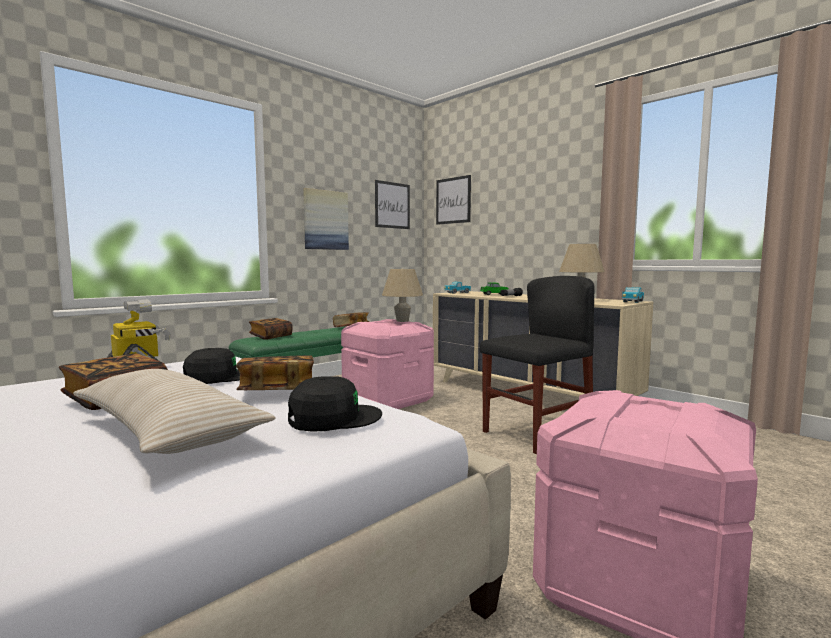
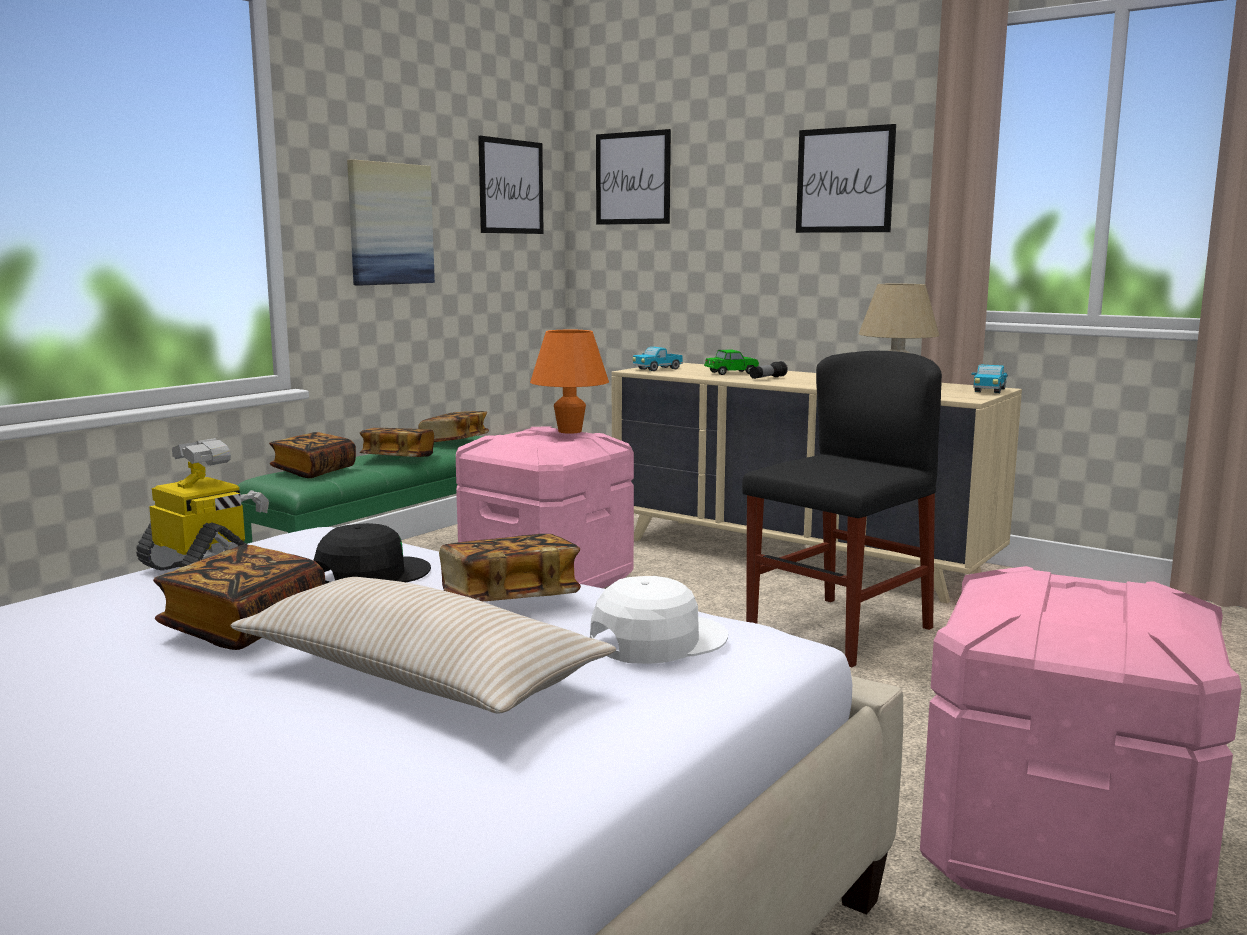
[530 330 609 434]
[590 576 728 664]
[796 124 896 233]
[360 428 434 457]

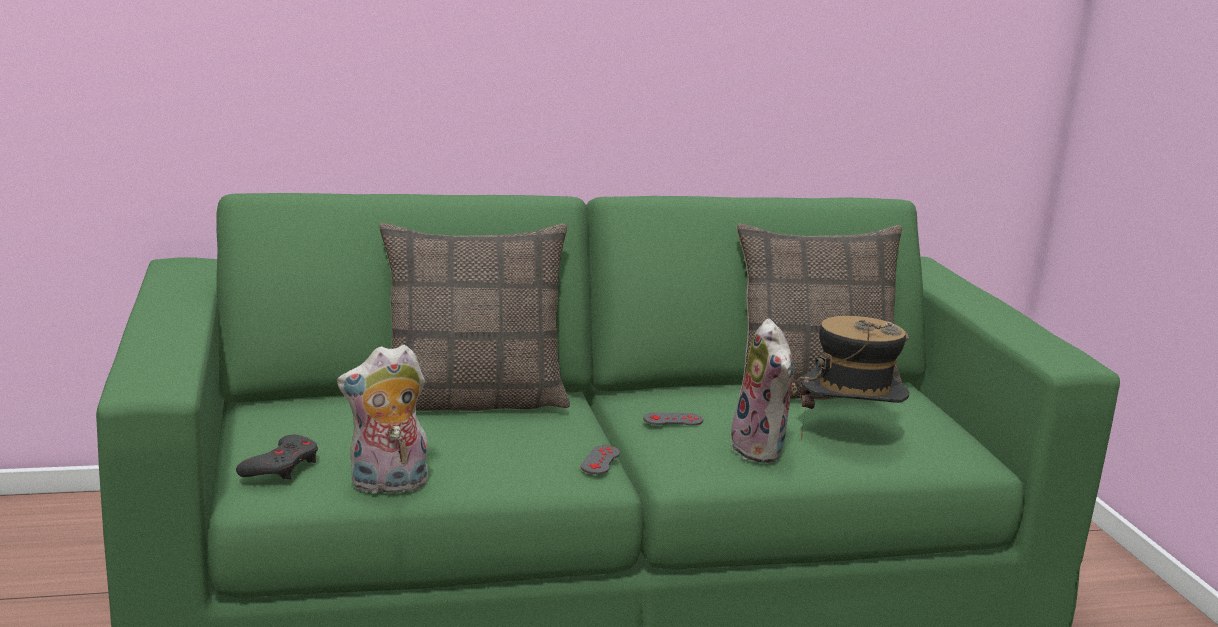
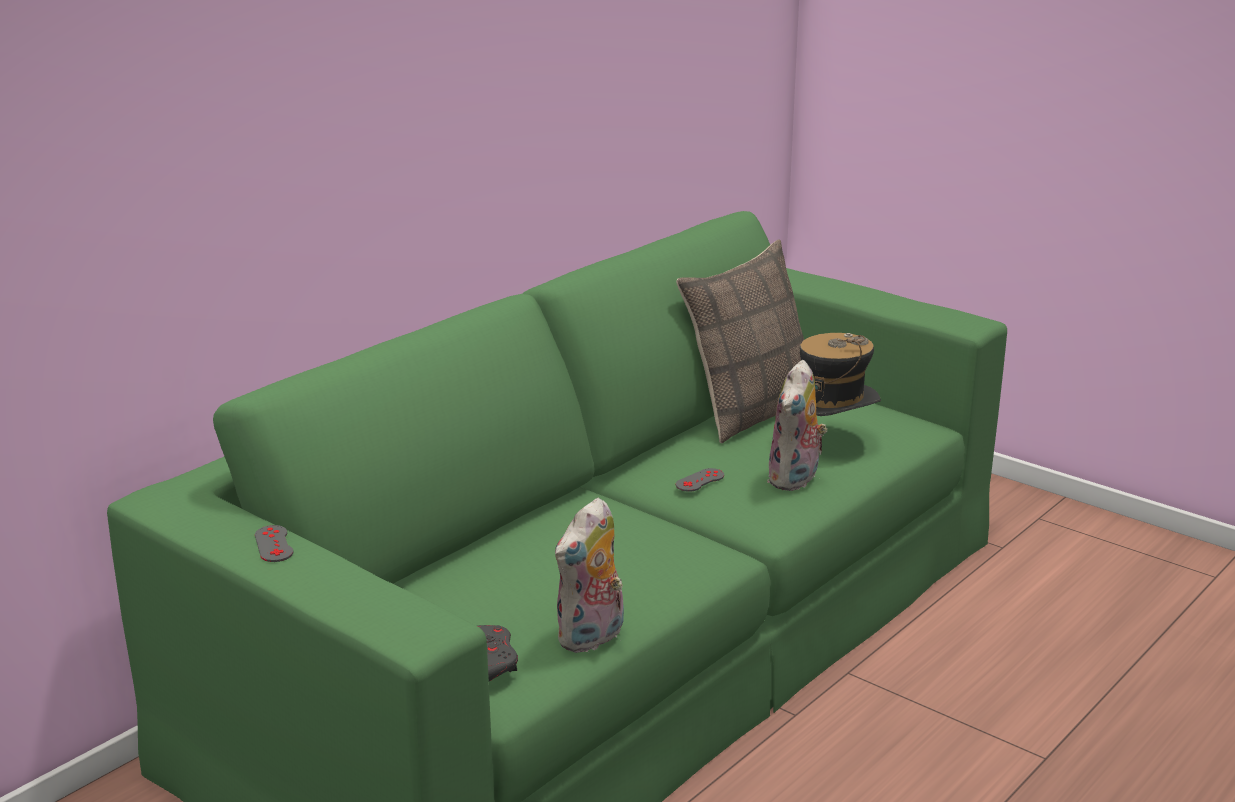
[379 223 570 411] (first image)
[767 360 827 491]
[255 525 293 562]

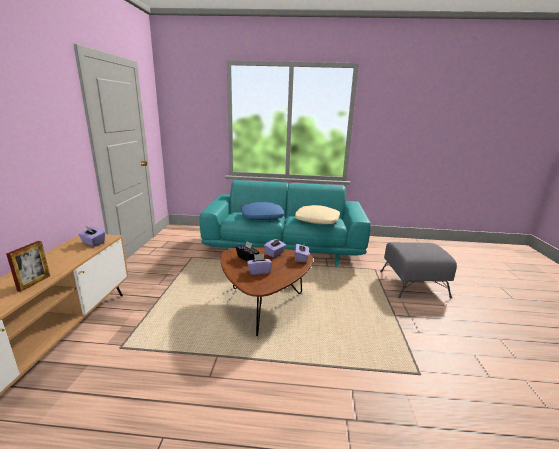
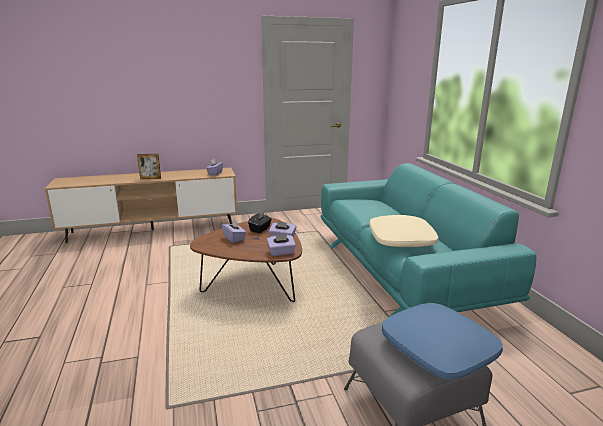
[382 303 503 380]

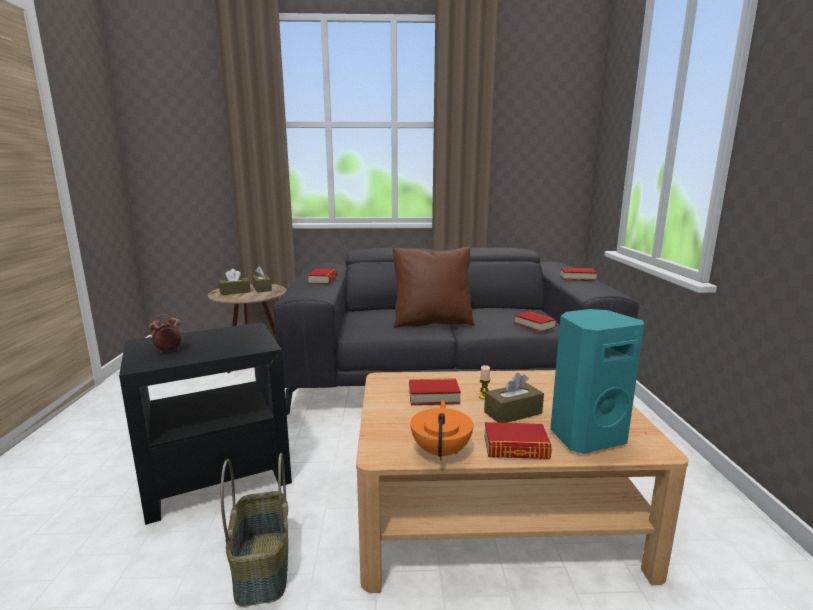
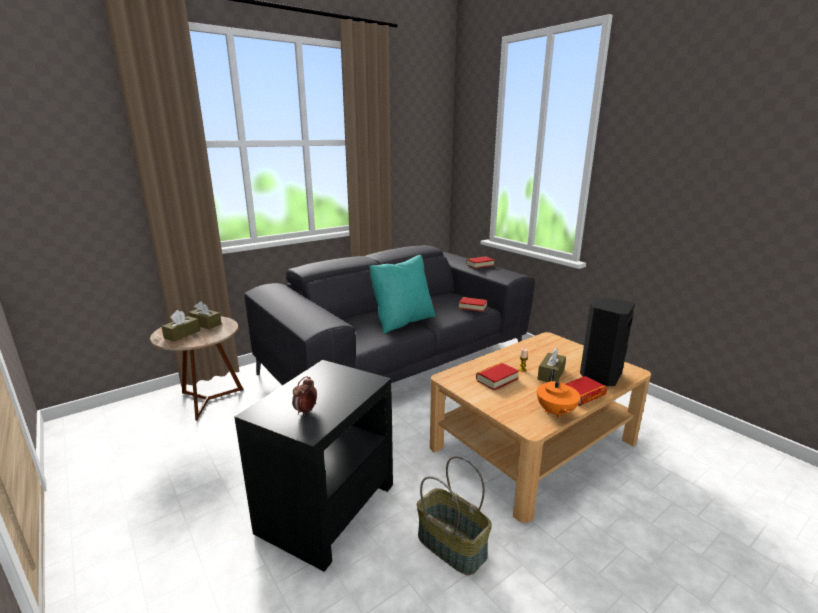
[369 255 436 334]
[307 269 337 284] (first image)
[580 298 635 386]
[537 369 580 419]

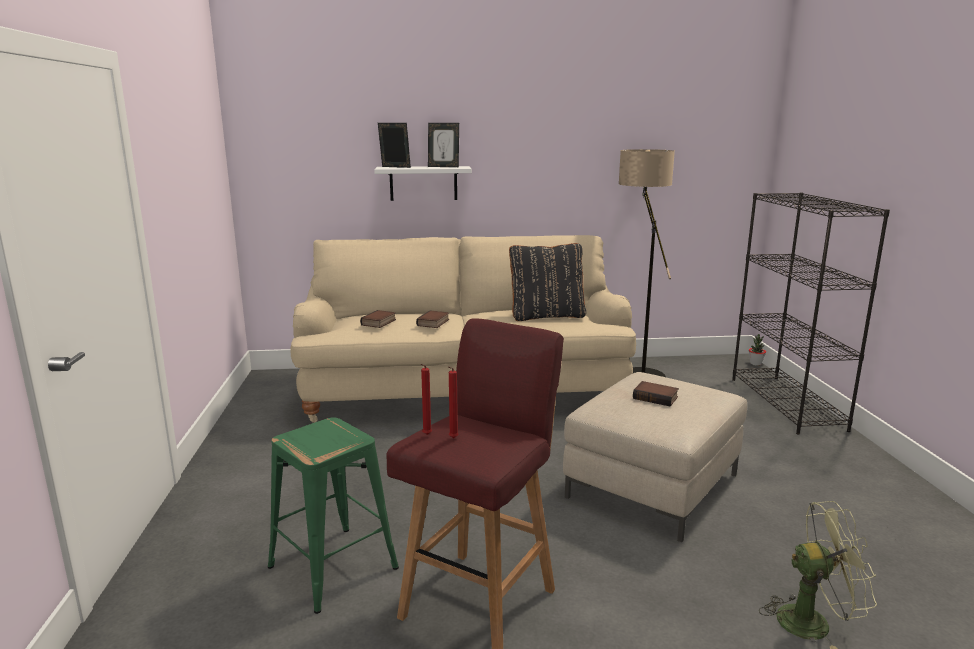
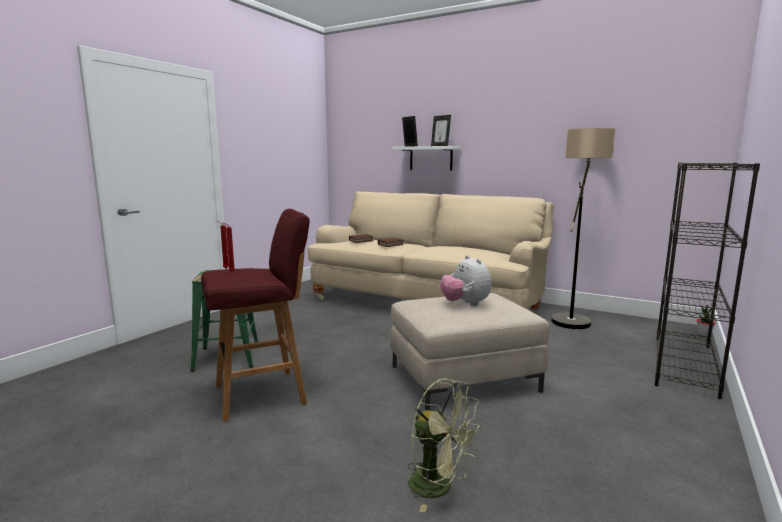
[509 243 586 321] (first image)
[440 255 491 306]

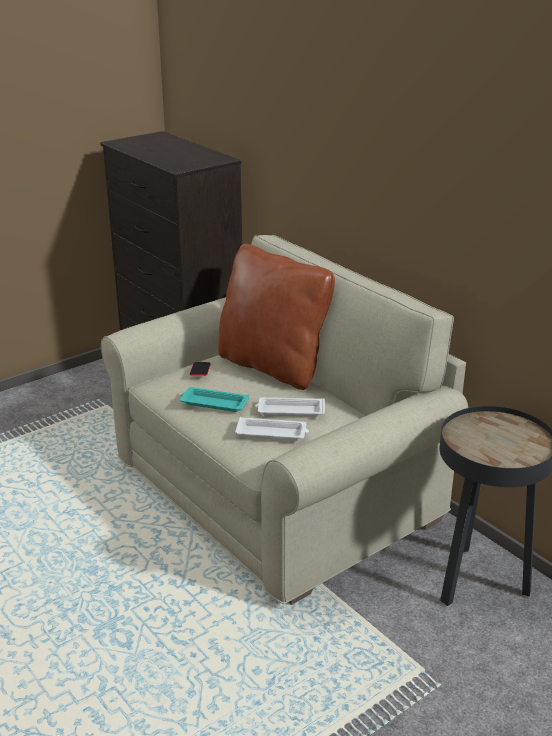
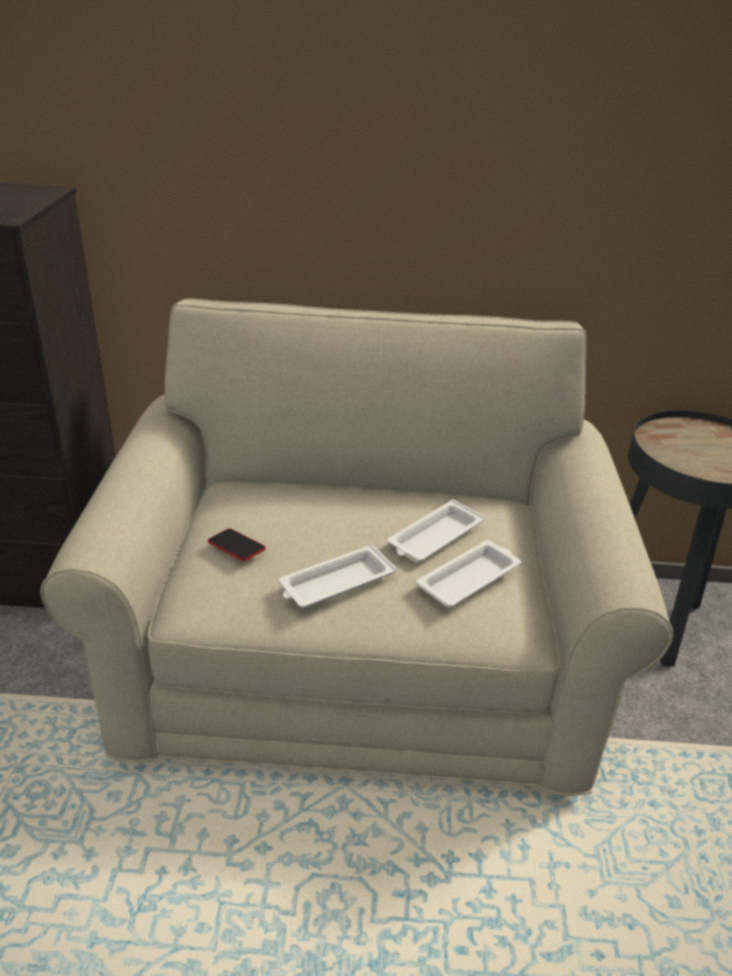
[218 244 335 390] (first image)
[279 544 396 608]

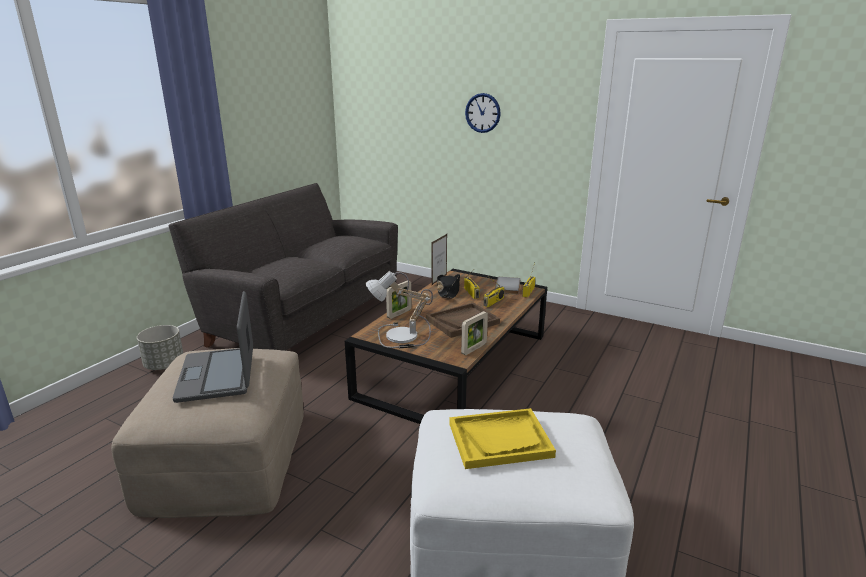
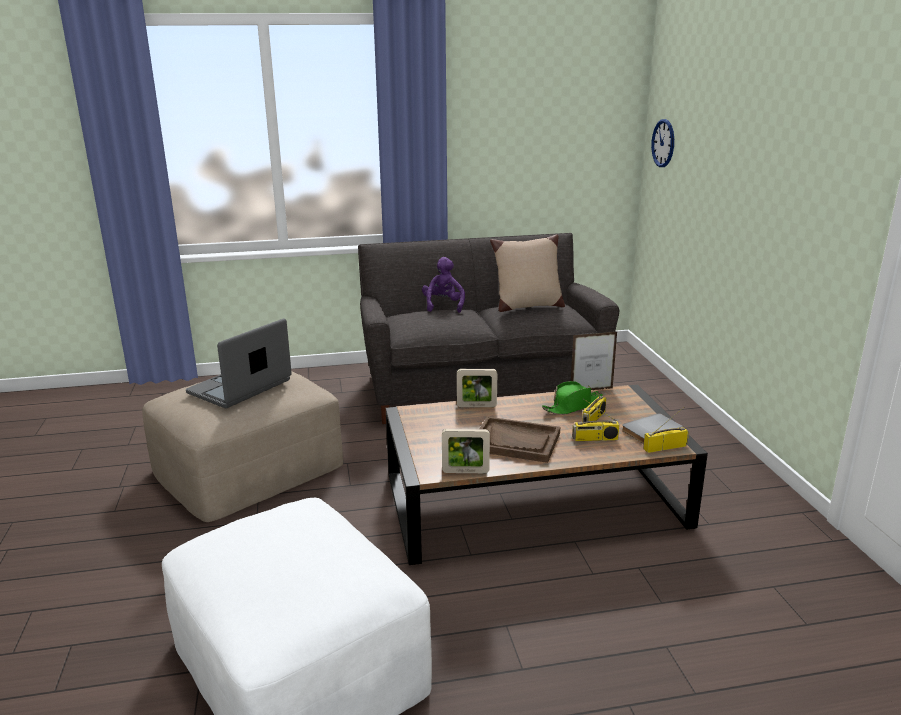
[651 119 674 167]
[365 271 433 348] (first image)
[542 381 603 415]
[137 325 183 370] (first image)
[449 408 556 469] (first image)
[490 234 565 312]
[422 257 465 313]

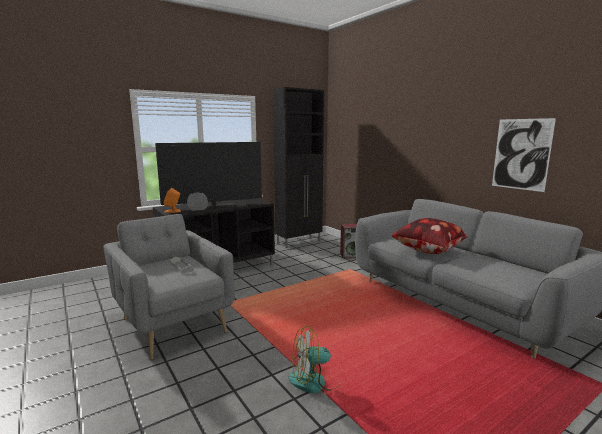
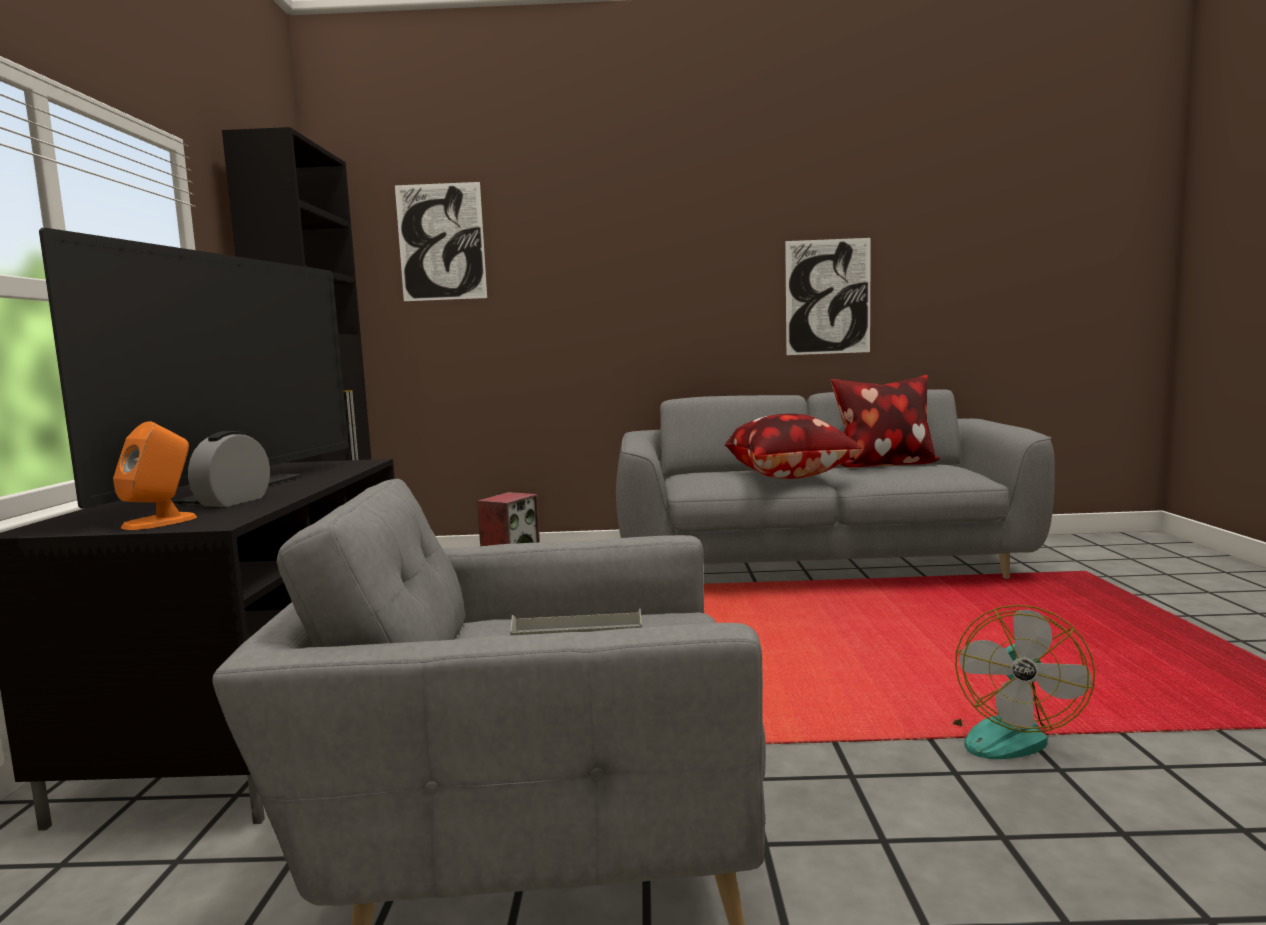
[395 182 487 301]
[830 375 940 468]

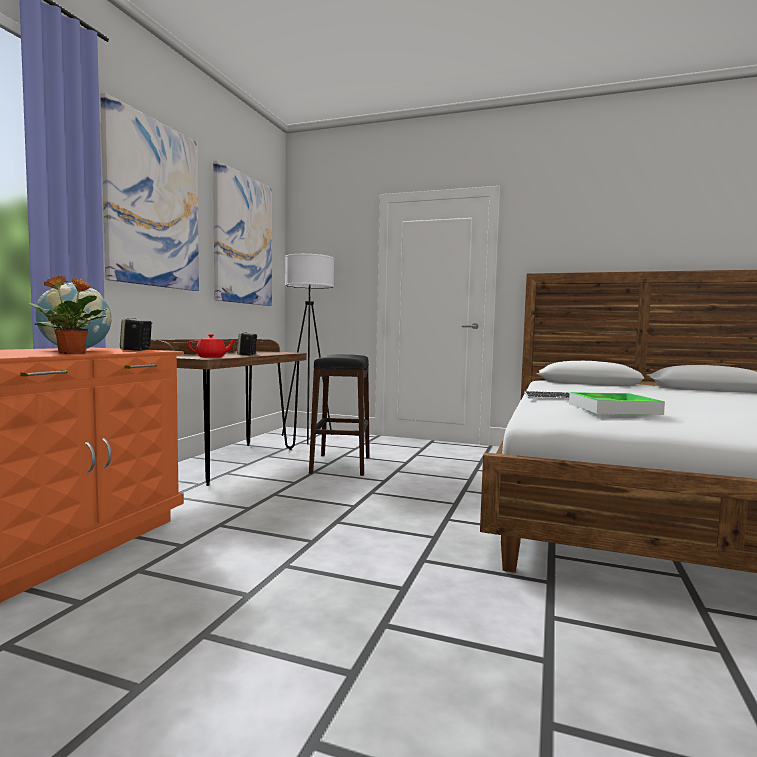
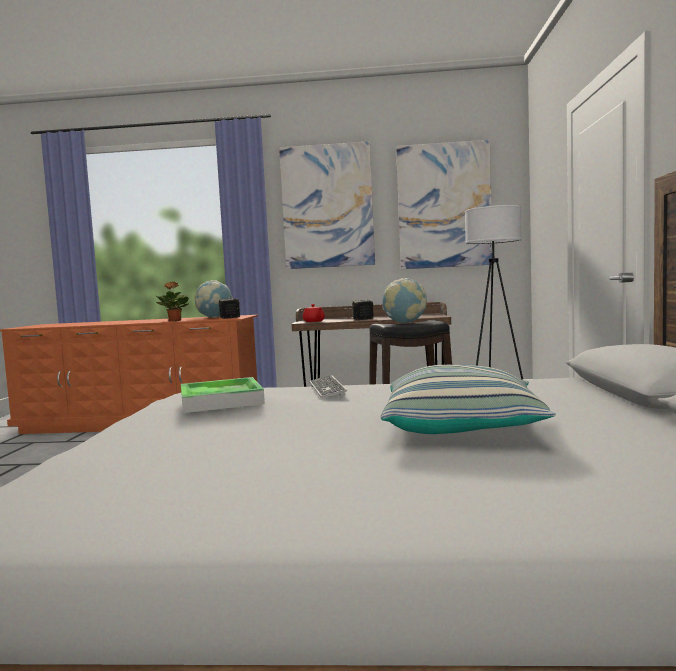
[382 278 427 323]
[381 365 556 434]

